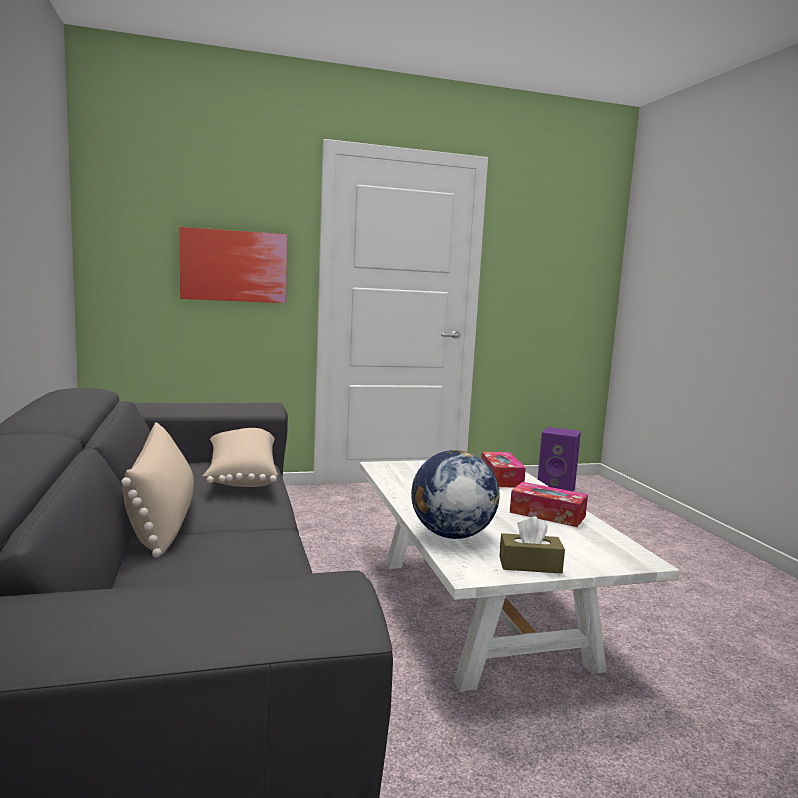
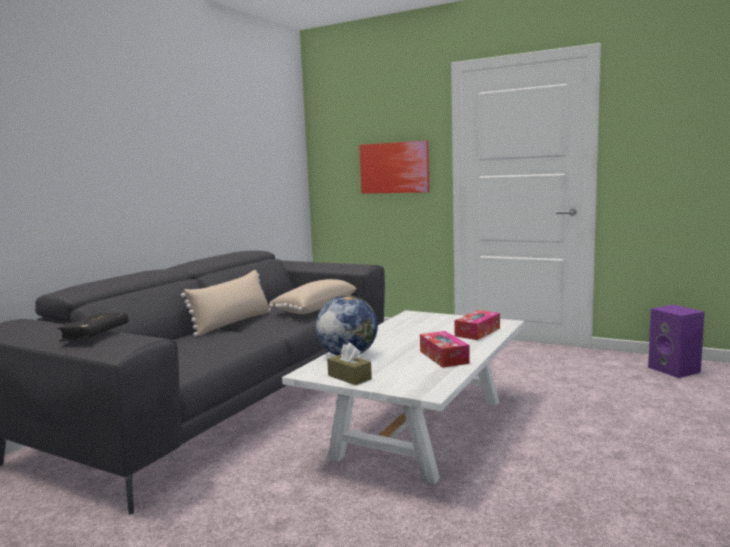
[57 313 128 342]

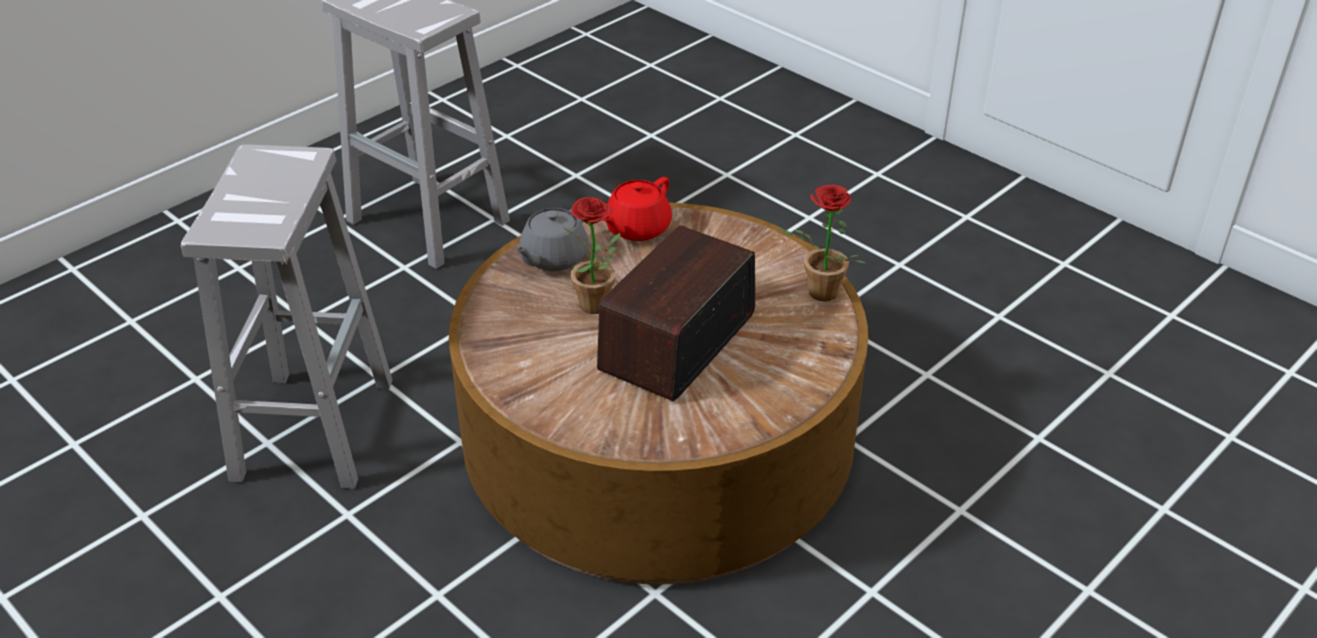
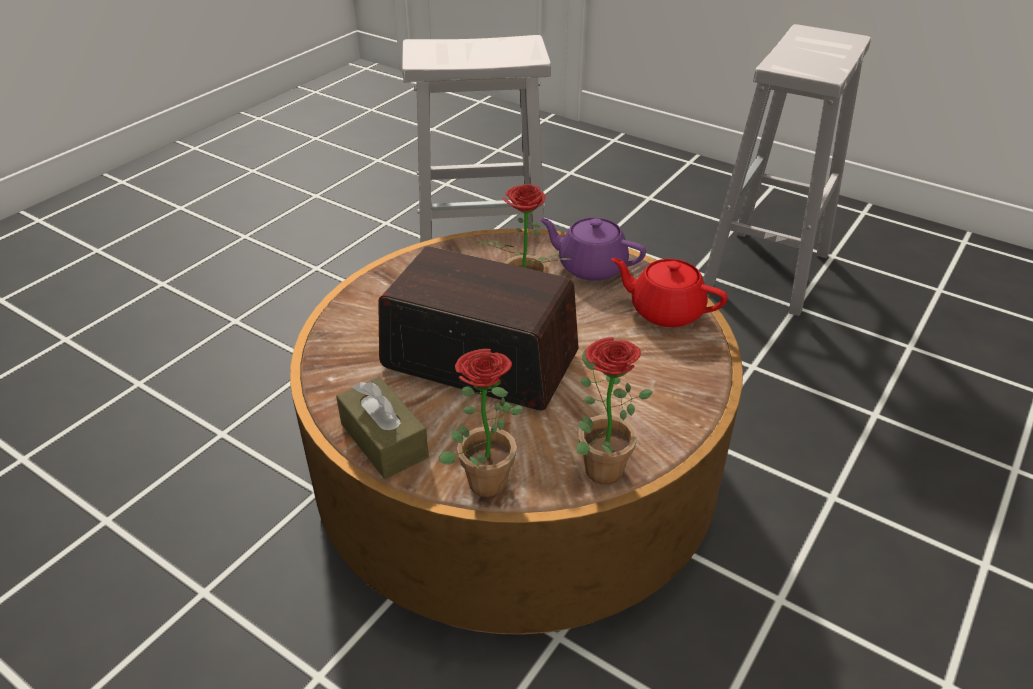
[539 218 646 281]
[439 349 523 497]
[336 377 429 479]

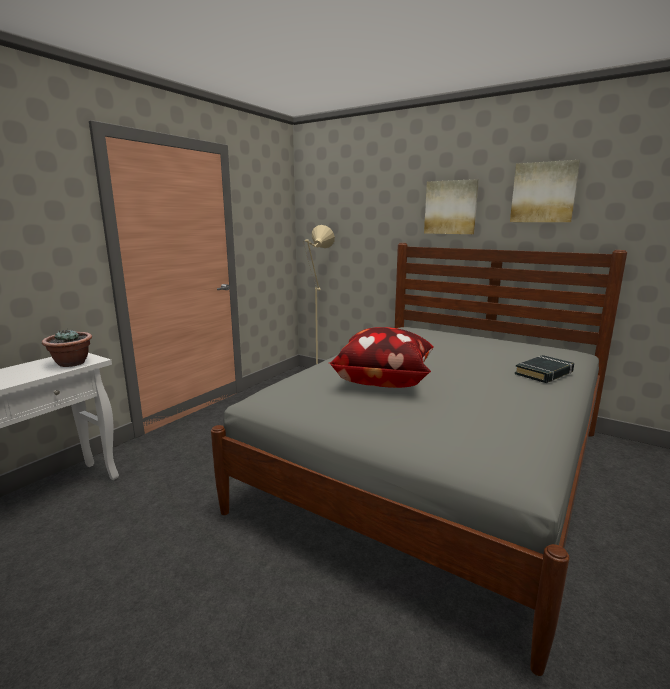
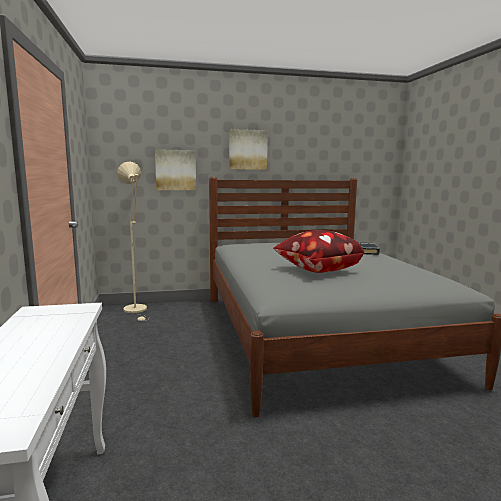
[155 149 196 190]
[42 329 92 367] (first image)

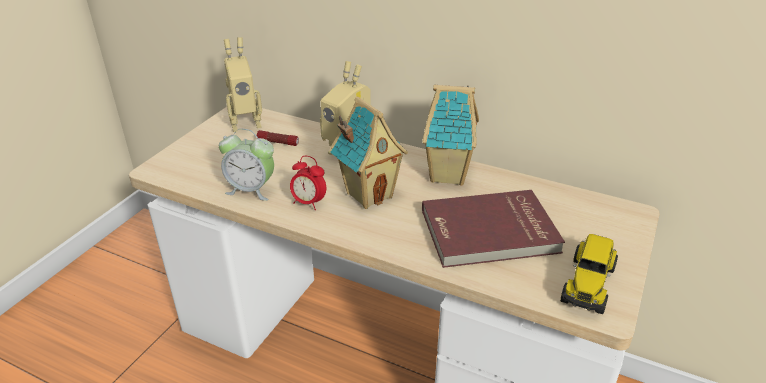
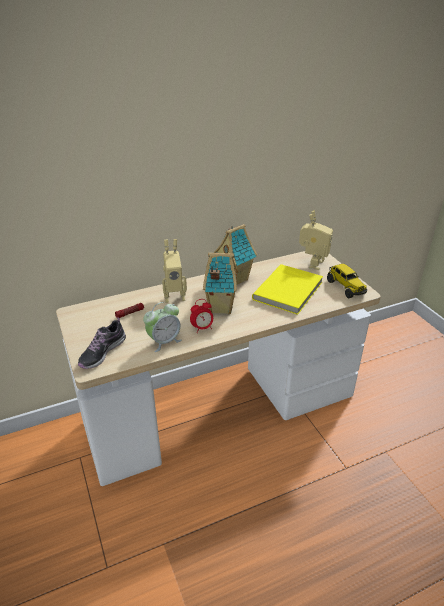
[299 211 333 270]
[252 264 323 315]
[78 317 126 369]

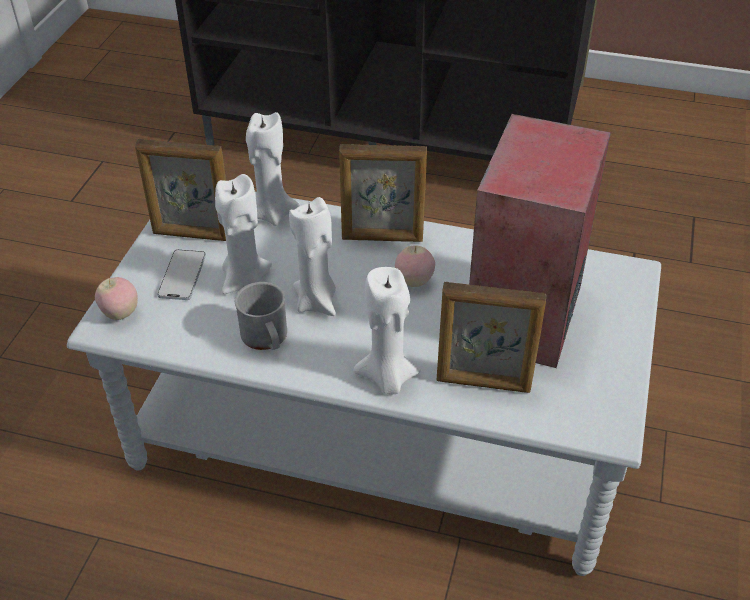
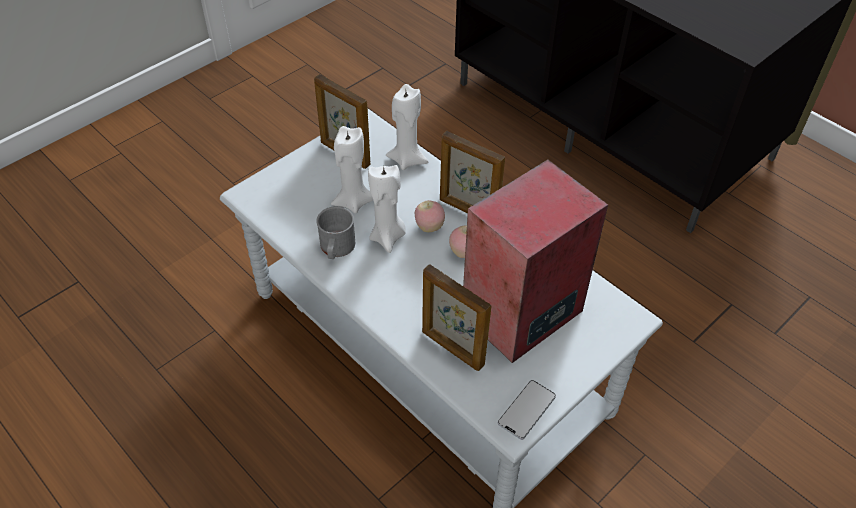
[498 380 556 440]
[353 267 421 394] (first image)
[415 200 445 232]

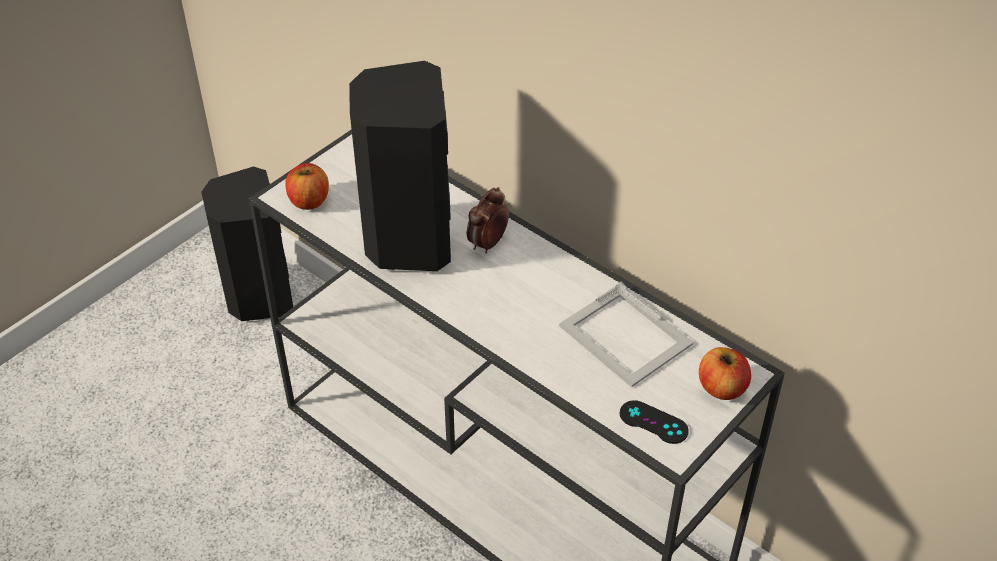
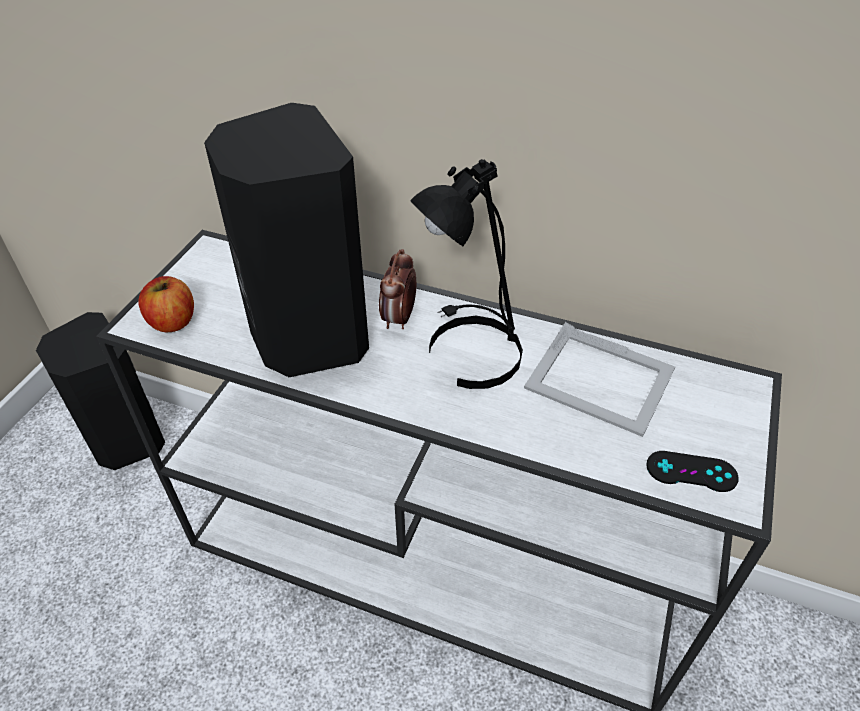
[699 347 751 400] (first image)
[410 159 523 389]

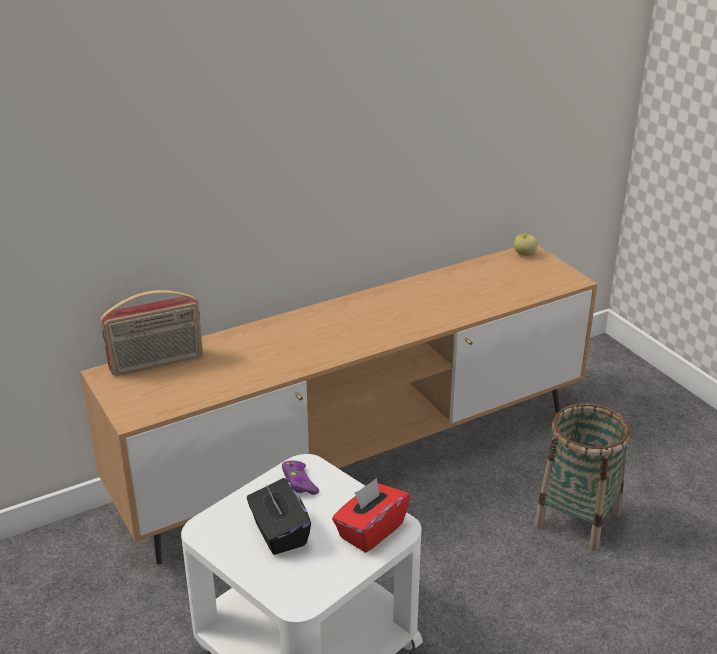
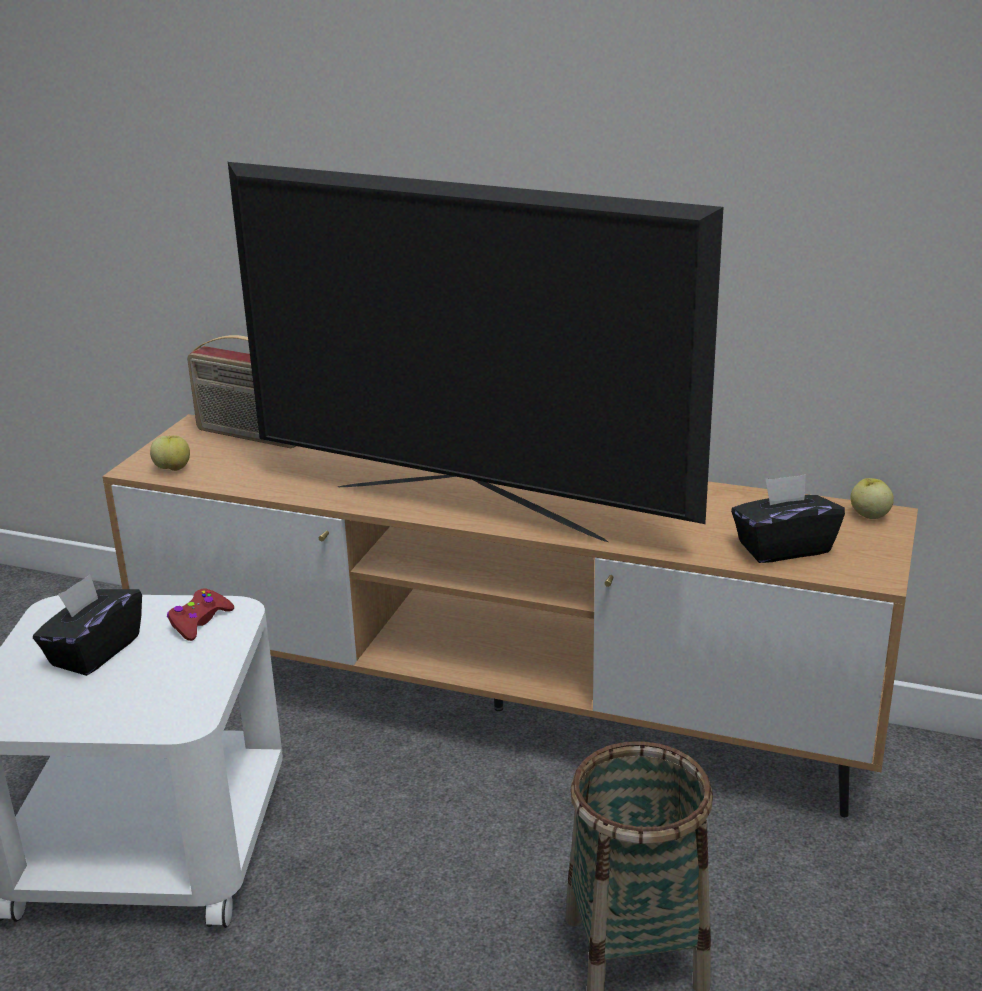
[167 588 234 641]
[332 478 410 553] (first image)
[228 162 724 542]
[150 435 190 471]
[731 474 845 563]

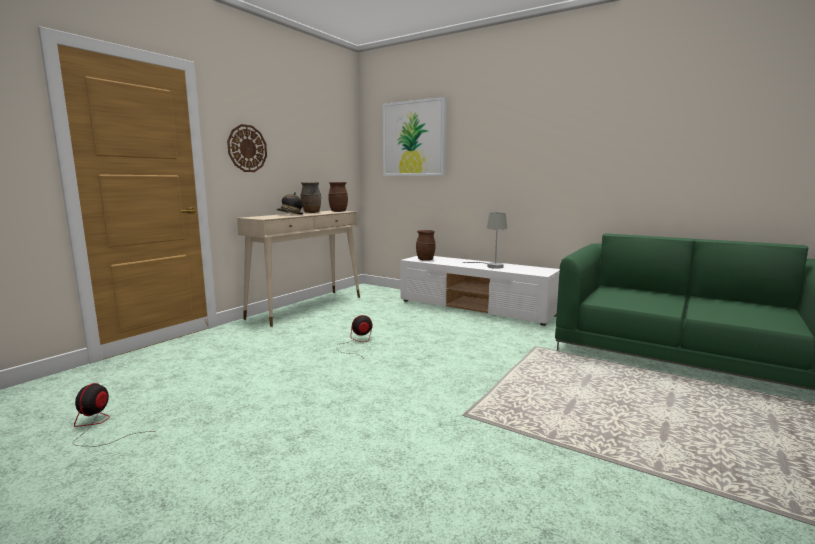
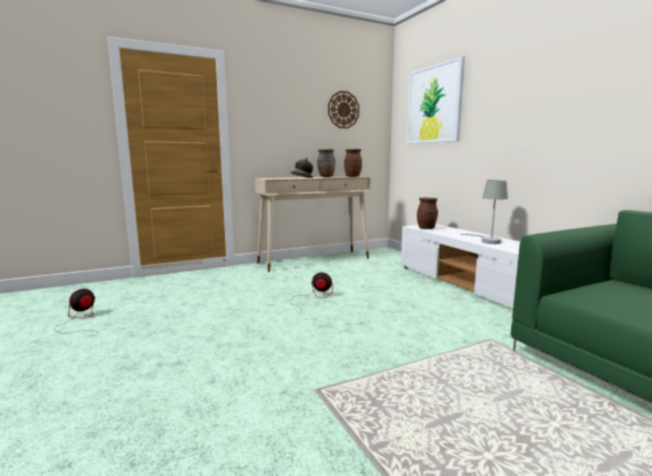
[328 91 359 128]

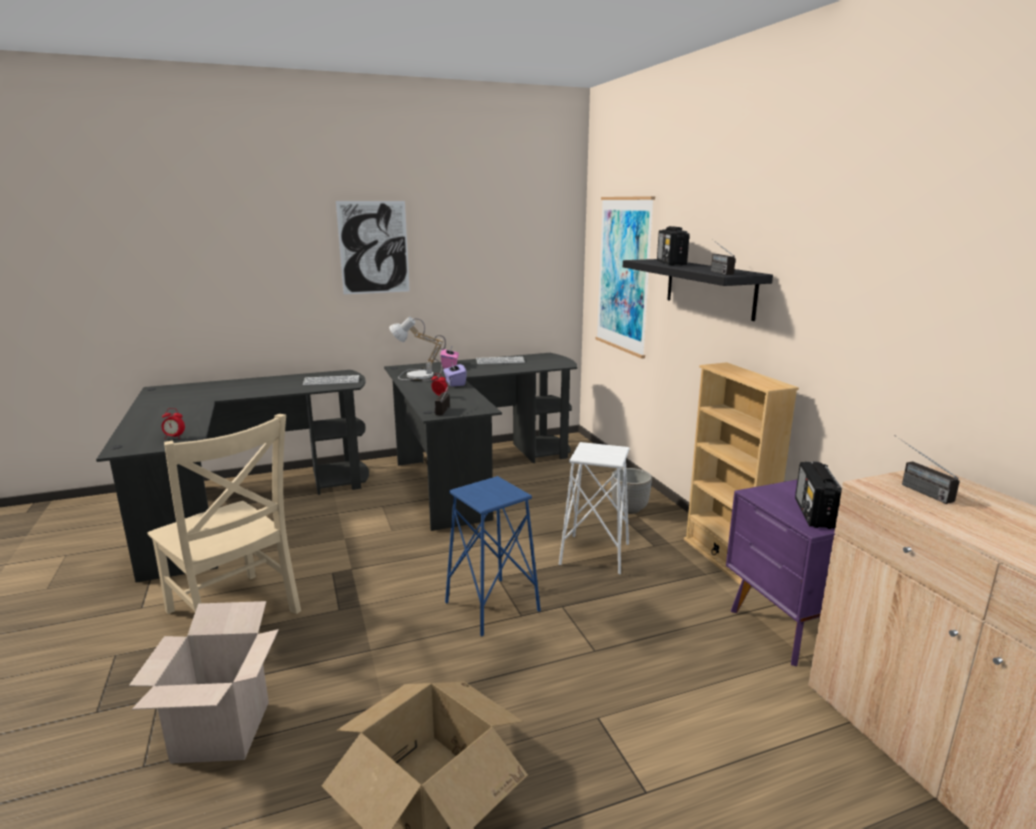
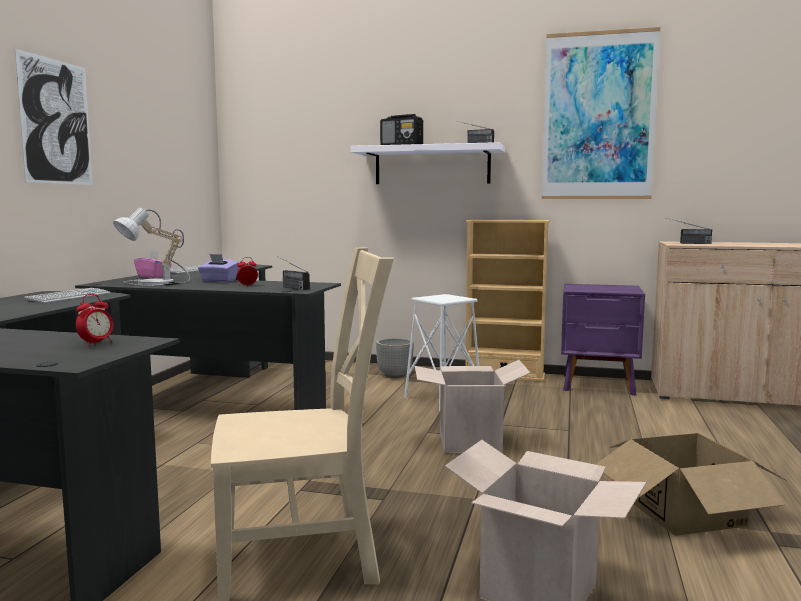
[542 27 660 199]
[351 142 505 184]
[795 461 842 529] (first image)
[415 360 530 454]

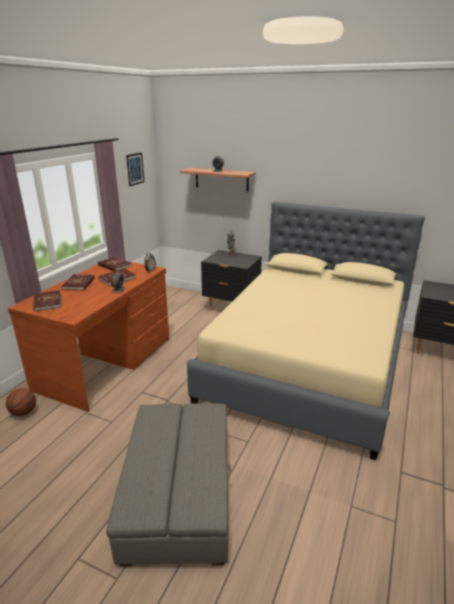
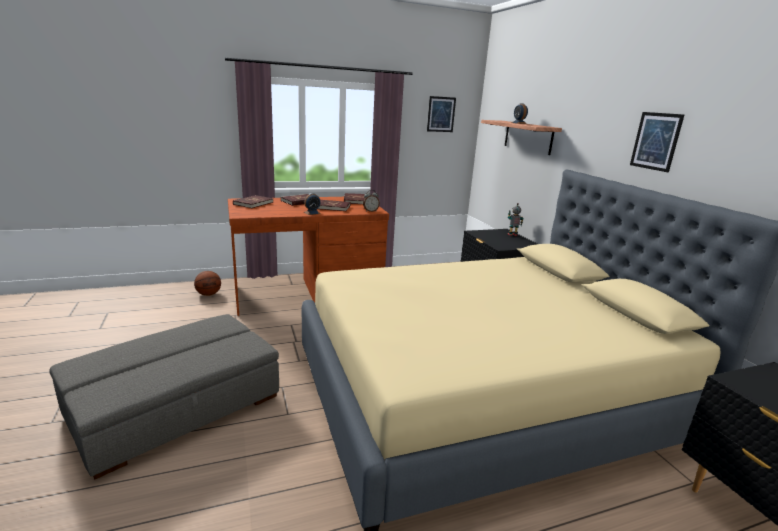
[630 112 684 172]

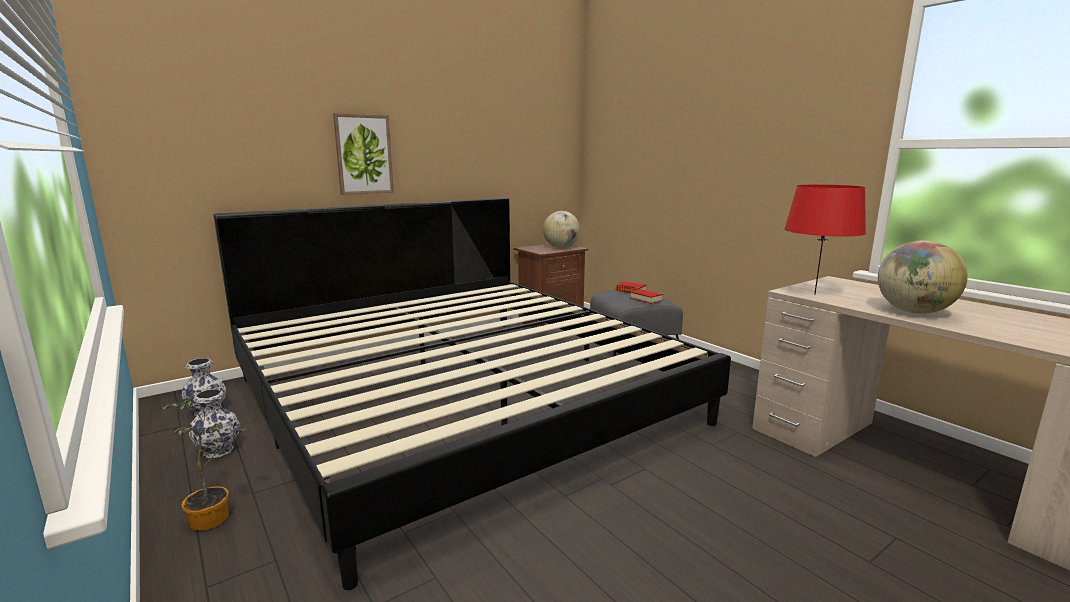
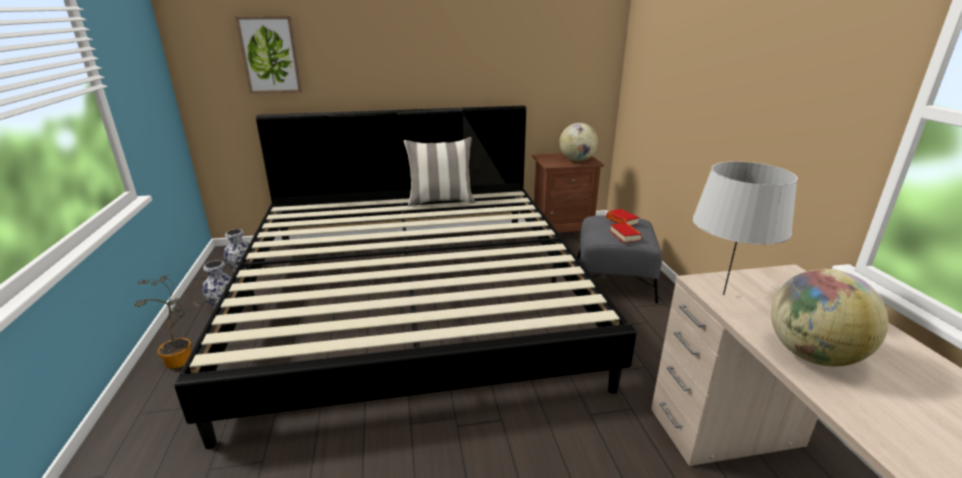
[235 16 302 94]
[693 161 798 295]
[404 137 475 207]

